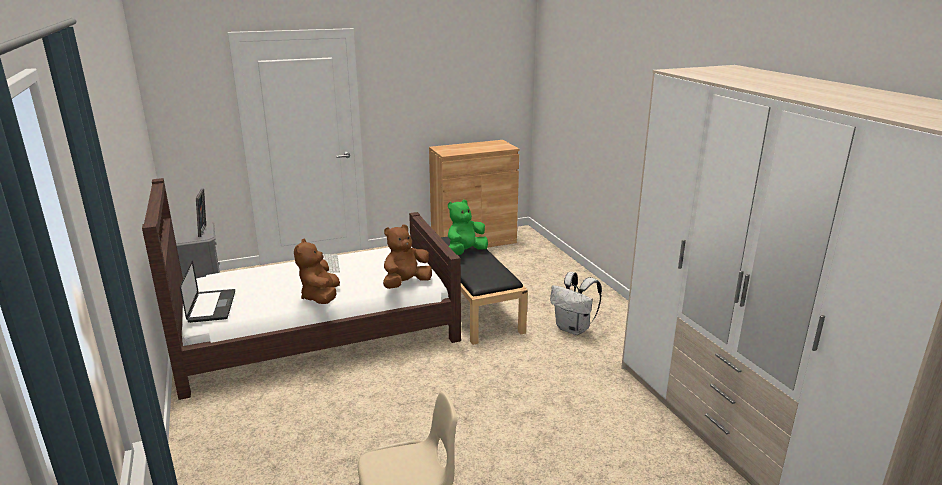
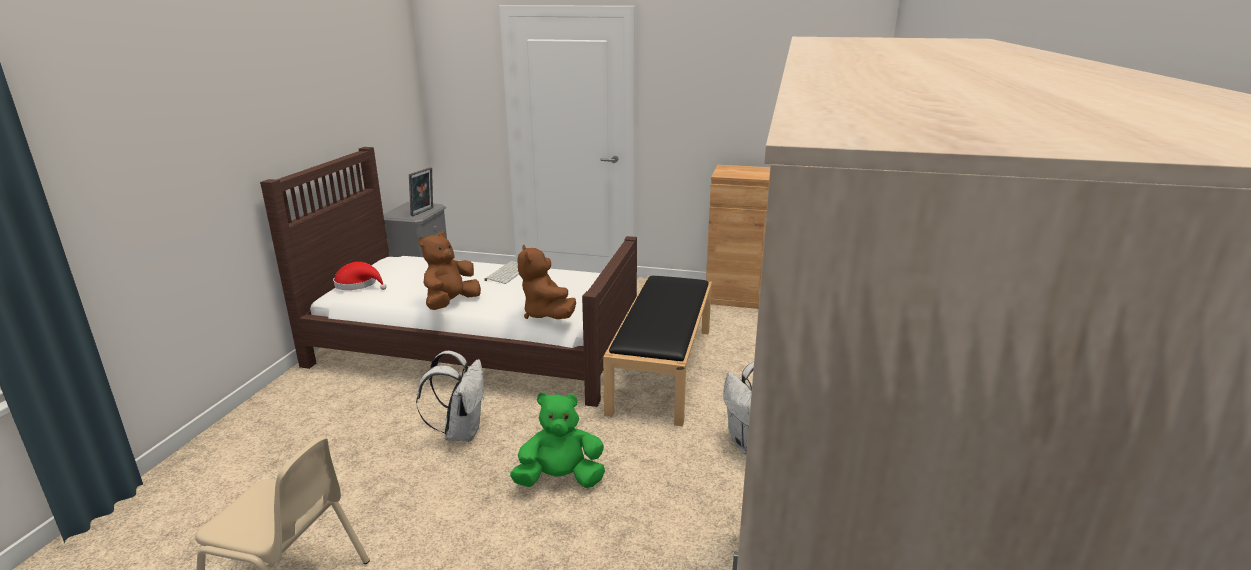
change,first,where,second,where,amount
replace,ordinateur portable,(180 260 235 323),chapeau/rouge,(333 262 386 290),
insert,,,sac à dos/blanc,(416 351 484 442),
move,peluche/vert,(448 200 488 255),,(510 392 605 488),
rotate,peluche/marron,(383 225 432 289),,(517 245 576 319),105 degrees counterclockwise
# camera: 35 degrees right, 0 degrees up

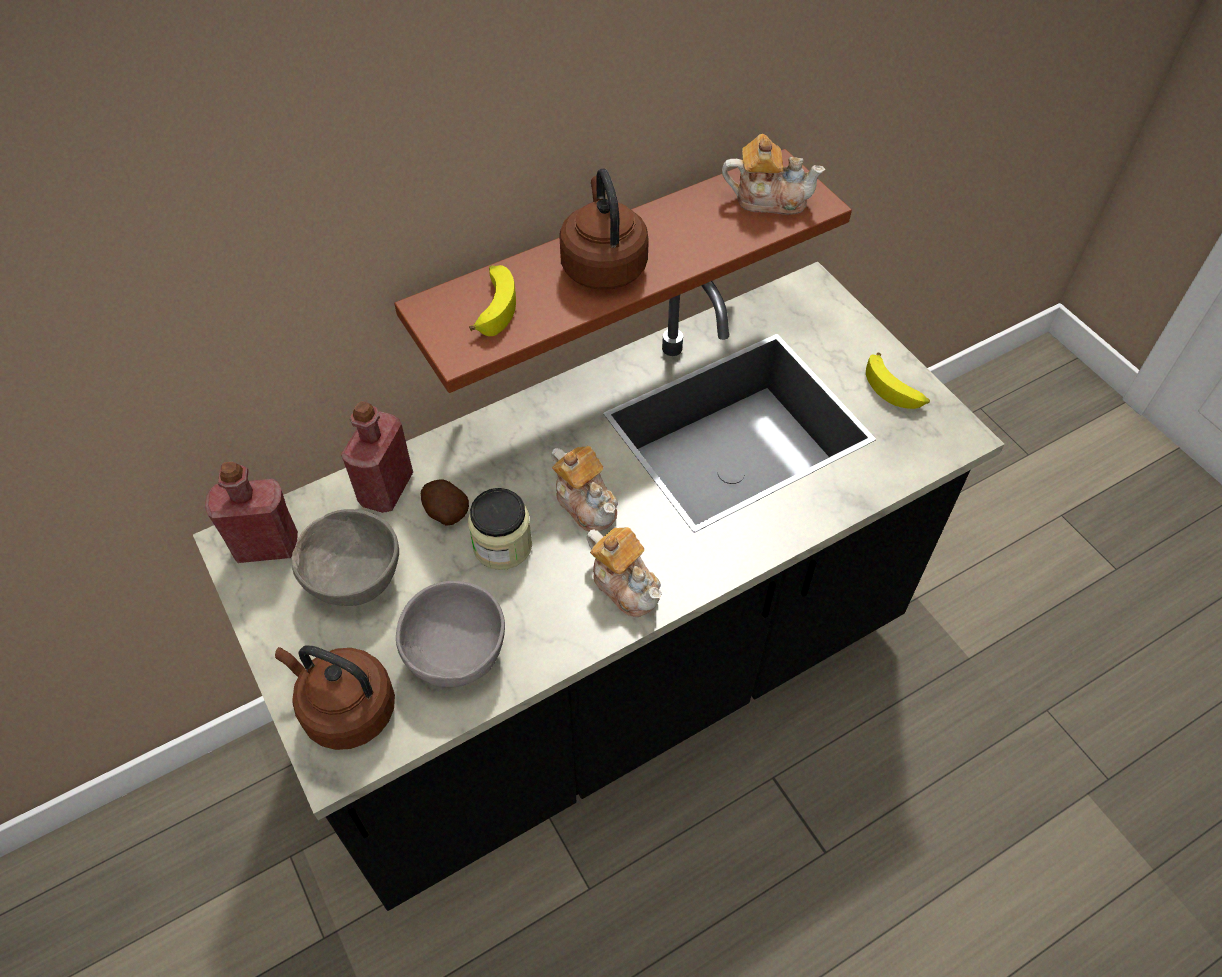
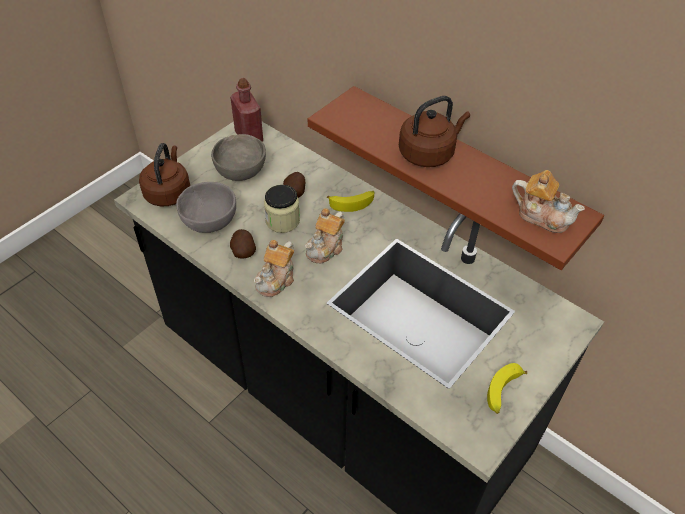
change,first,where,second,where,amount
insert,,,pomme de terre,(230 229 256 258),
move,banane,(469 265 516 336),,(327 191 375 212),
rotate,théière,(722 134 826 215),,(512 170 585 233),45 degrees counterclockwise
delete,bouteille/rouge,(341 401 413 513),,,
# camera: 70 degrees right, 5 degrees down

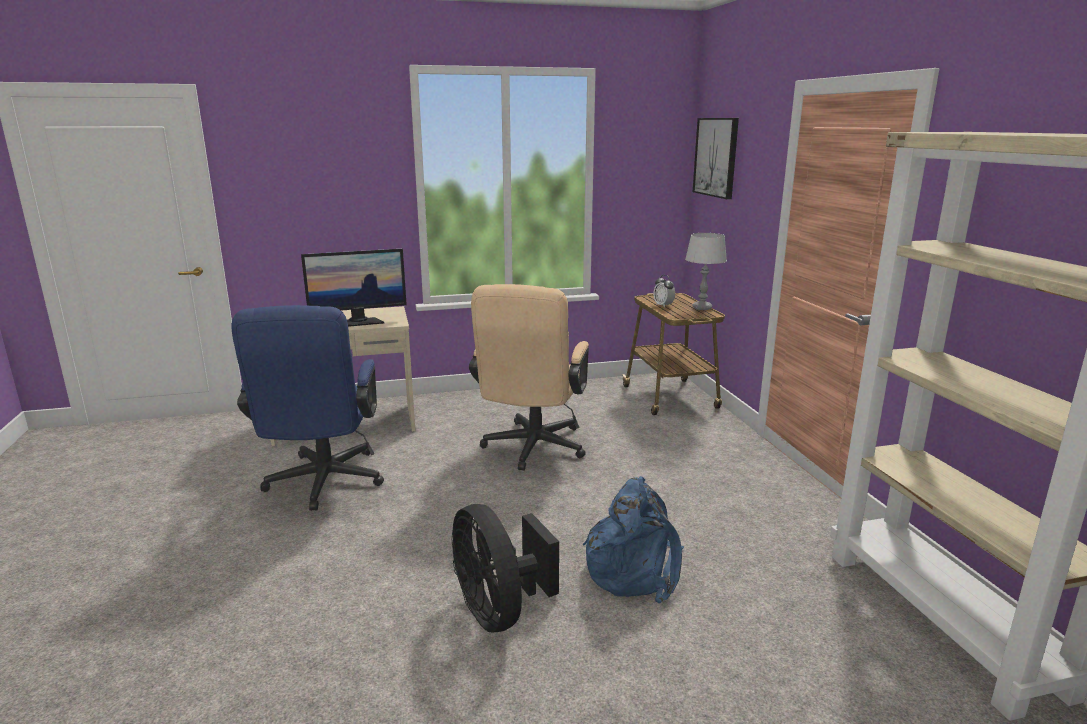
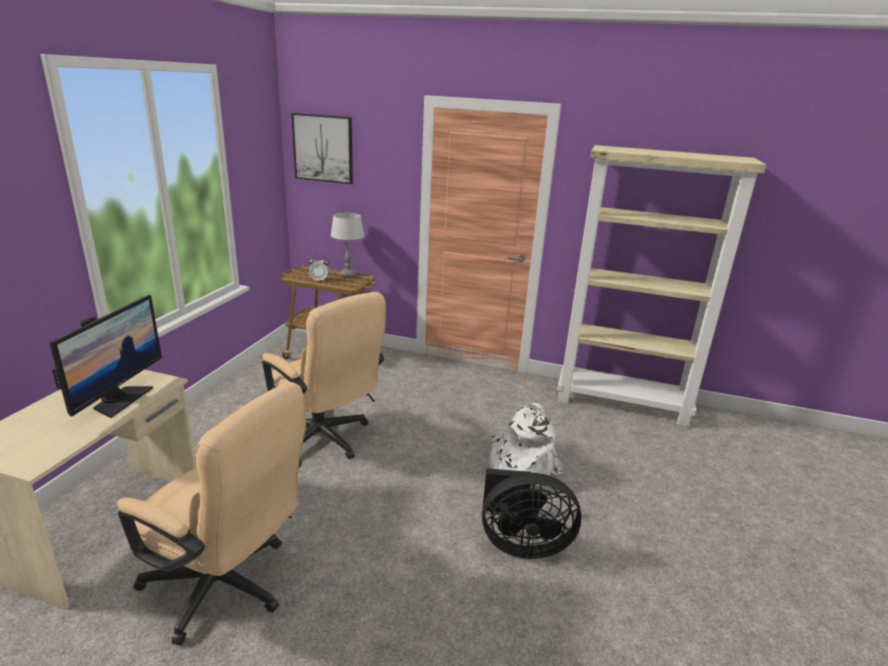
change,first,where,second,where,amount
recolor,chaise de bureau/bleu,(232 305 384 511),chaise de bureau/beige,(117 382 306 646),
recolor,sac à dos/bleu,(583 476 684 603),sac à dos/blanc,(489 403 562 488),
# camera: 60 degrees left, 5 degrees up

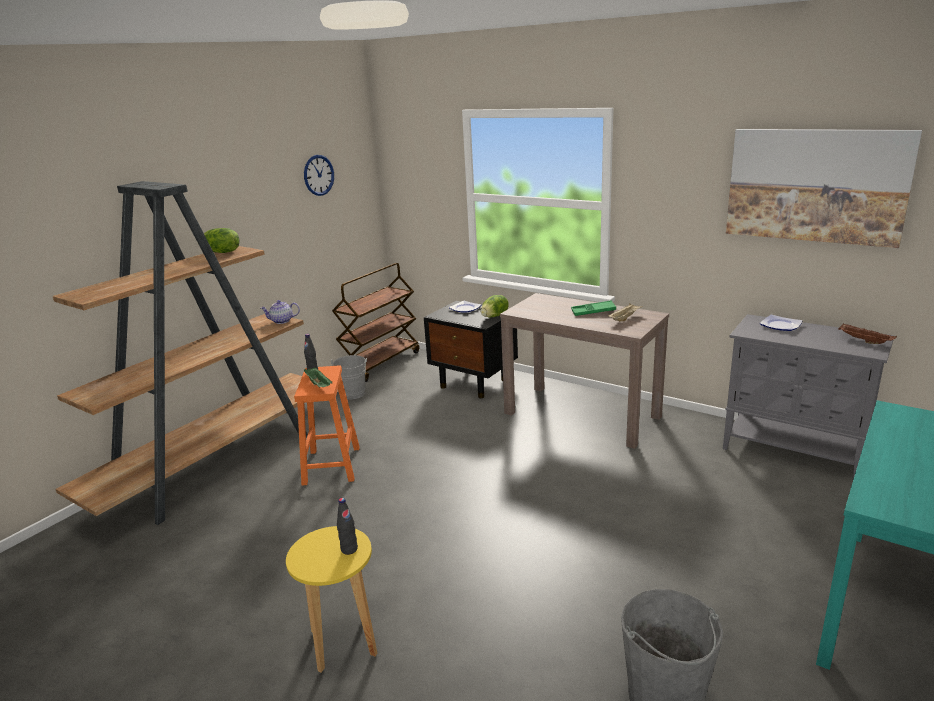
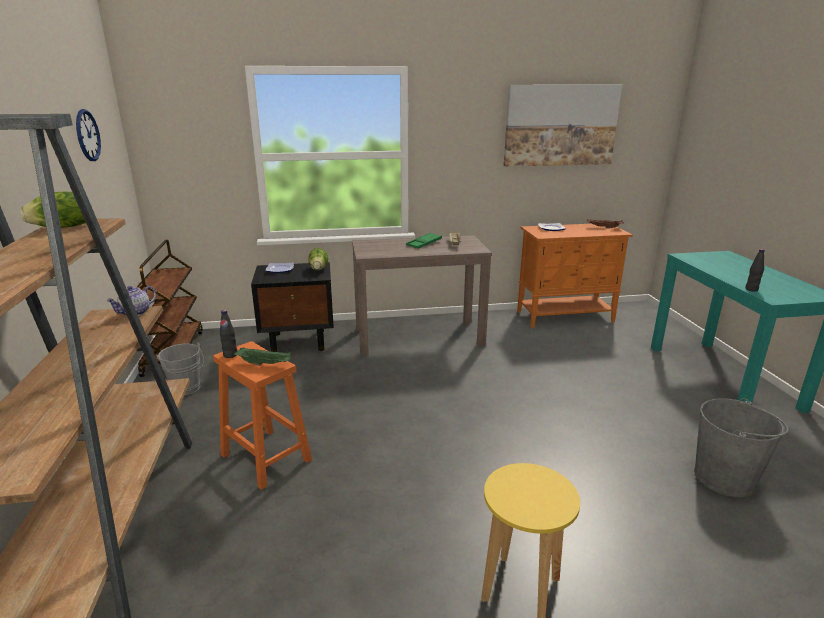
change,first,where,second,where,amount
recolor,meuble de rangement/gris,(723 314 894 479),meuble de rangement/orange,(517 224 633 328),
move,bouteille/noir,(337 498 358 555),,(746 249 765 292),
# camera: 45 degrees left, 0 degrees up

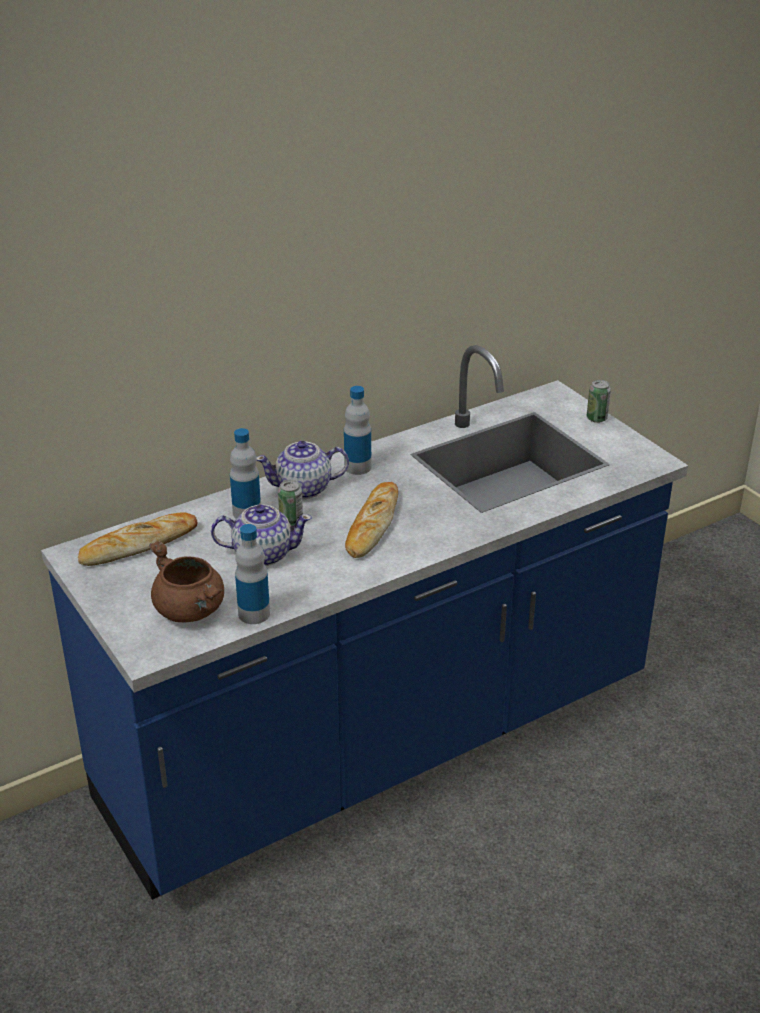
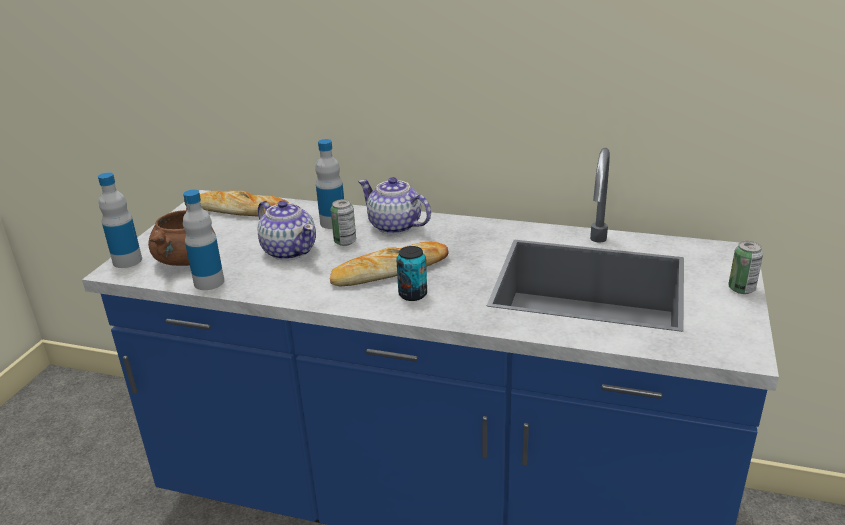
change,first,where,second,where,amount
move,bouteille,(344 386 371 475),,(98 172 142 268),
insert,,,boîte métallique,(396 246 427 301),
# camera: 50 degrees right, 5 degrees down

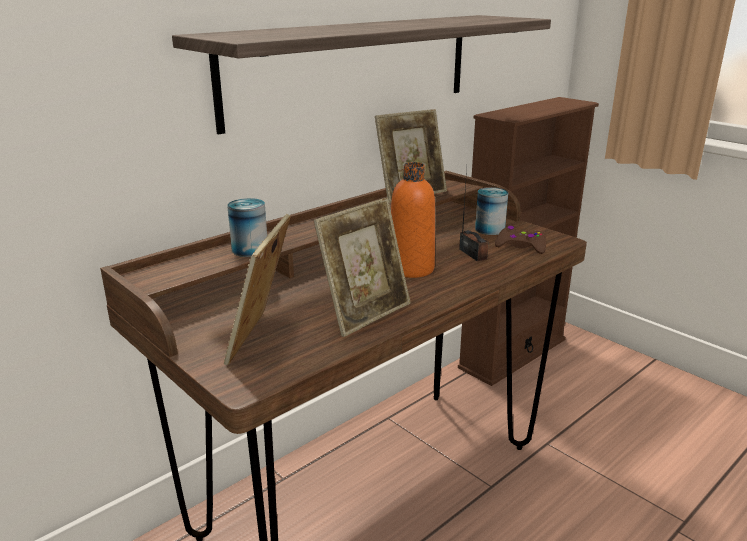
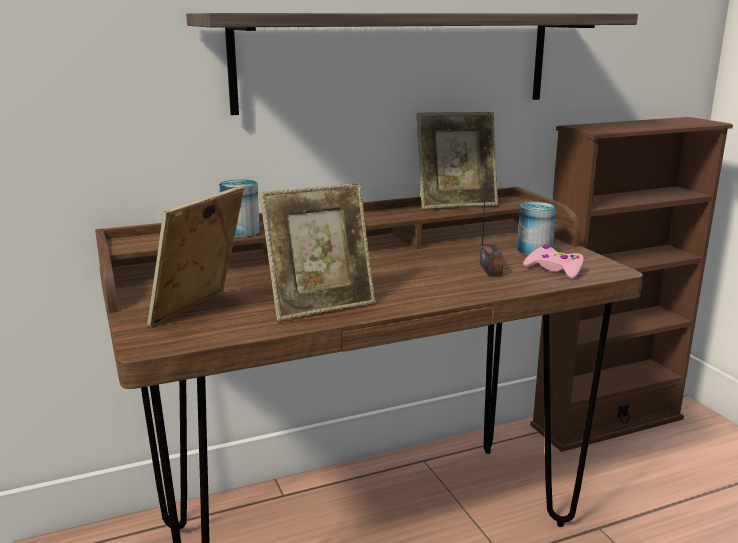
change,first,where,second,where,amount
recolor,manette/marron,(495 226 546 254),manette/rose,(523 245 585 279),
delete,bouteille/orange,(391 162 435 278),,,
# camera: 20 degrees right, 5 degrees down

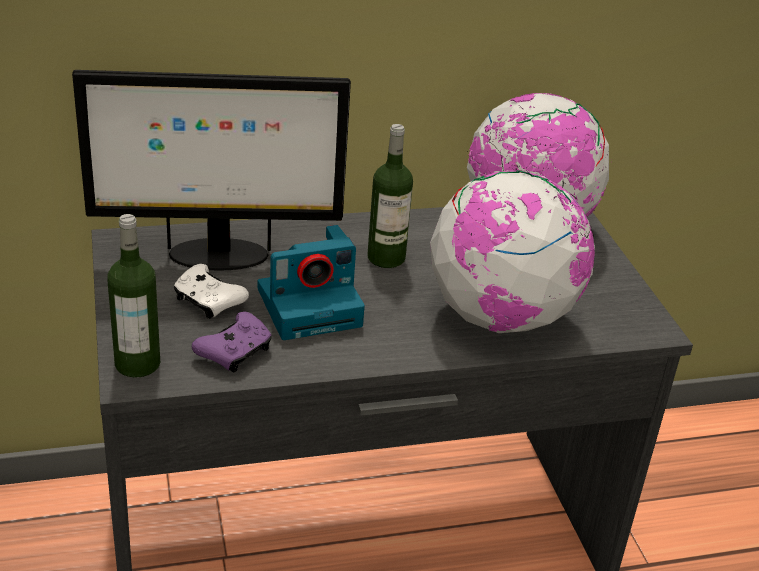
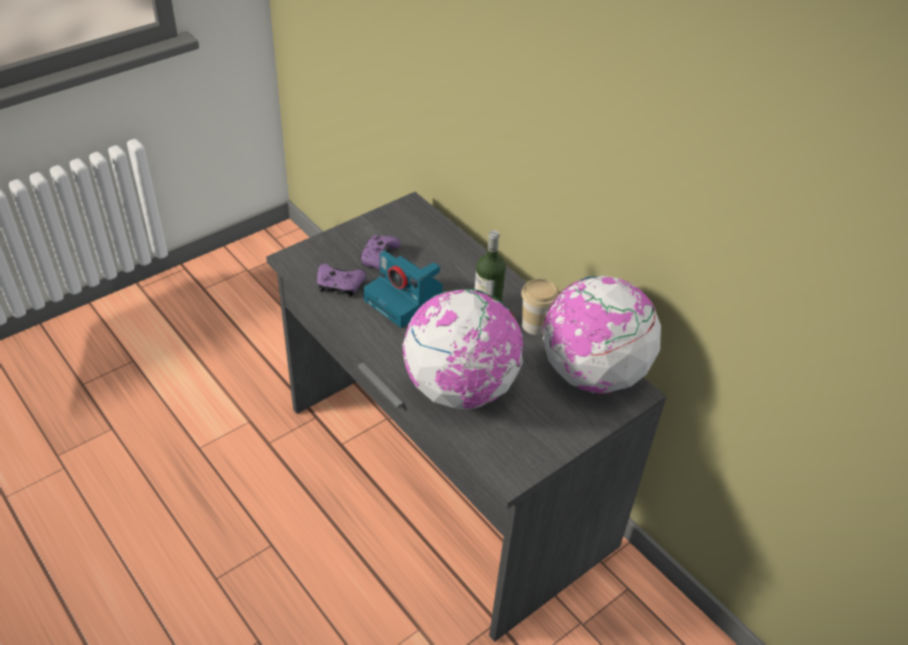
change,first,where,second,where,amount
recolor,manette/blanc,(174 264 249 319),manette/violet,(360 235 401 270),
insert,,,tasse,(521 279 559 335),
delete,écran d'ordinateur,(72 70 351 271),,,
delete,bouteille,(107 214 160 377),,,
# camera: 65 degrees right, 10 degrees up

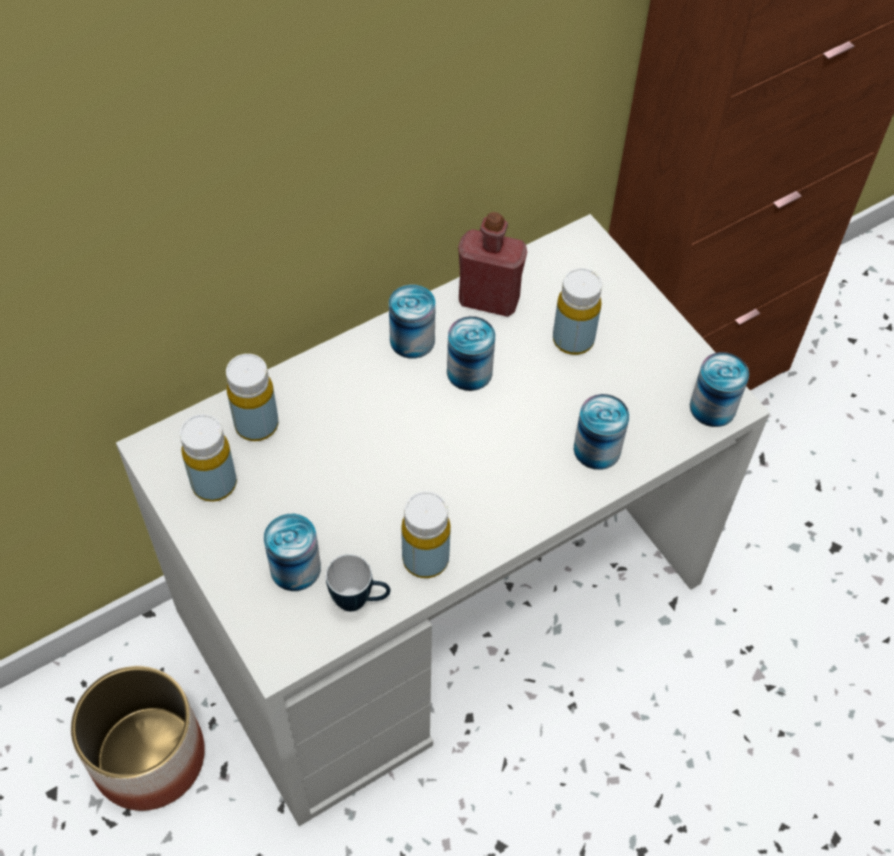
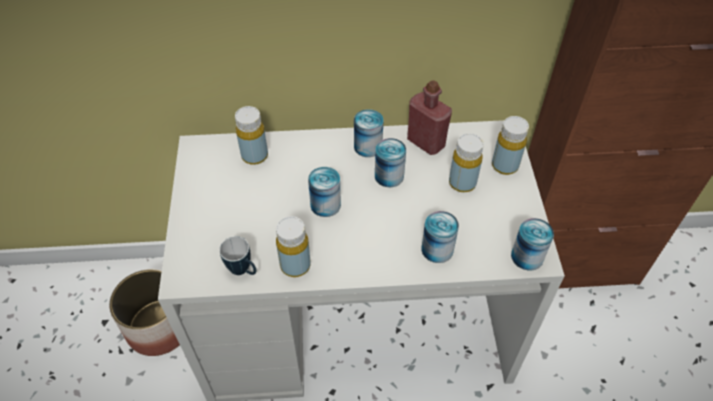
change,first,where,second,where,amount
move,boîte métallique,(264 514 321 591),,(308 167 341 217),
move,bouteille/jaune,(180 414 237 502),,(492 116 529 175),
# camera: 30 degrees right, 5 degrees down

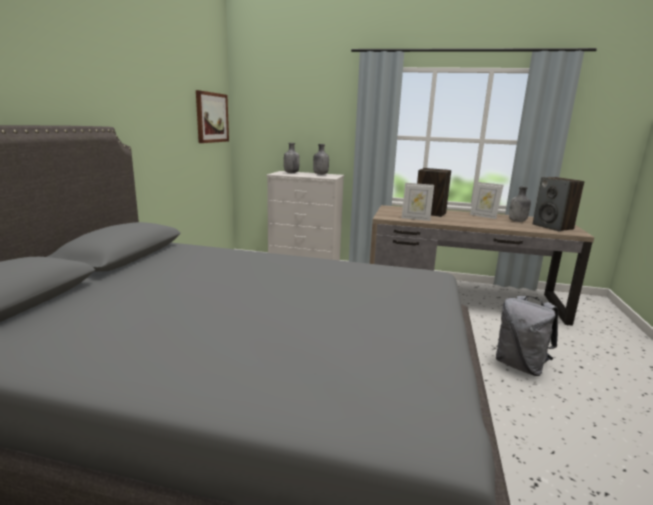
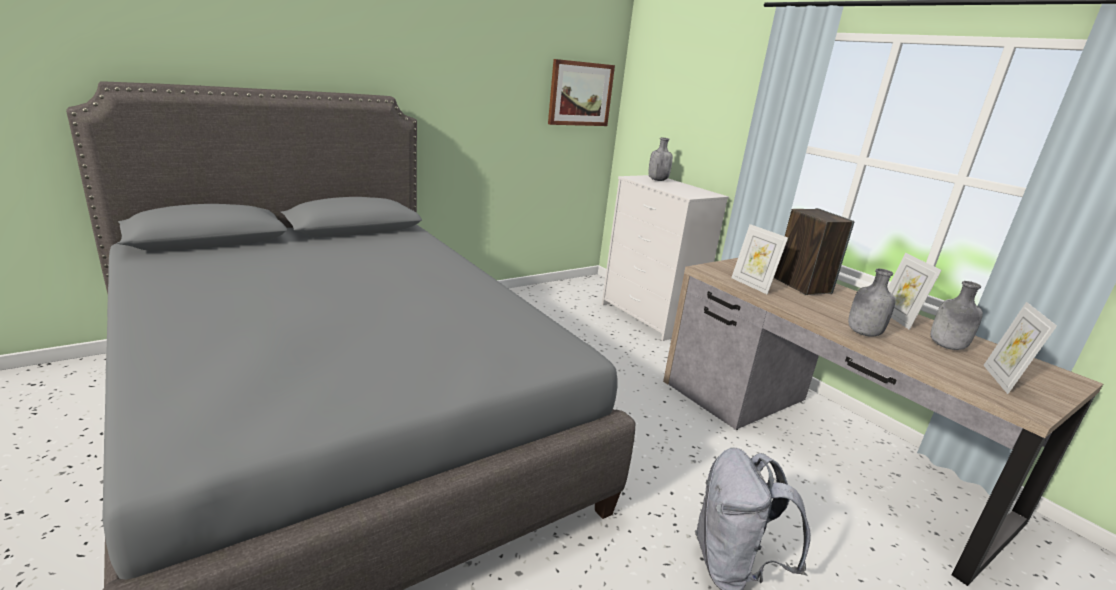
change,first,where,second,where,amount
move,bouteille/gris,(313 144 329 175),,(848 268 896 337),
replace,enceinte,(533 177 584 231),cadre photo,(983 302 1057 394),
# camera: 40 degrees right, 5 degrees up

